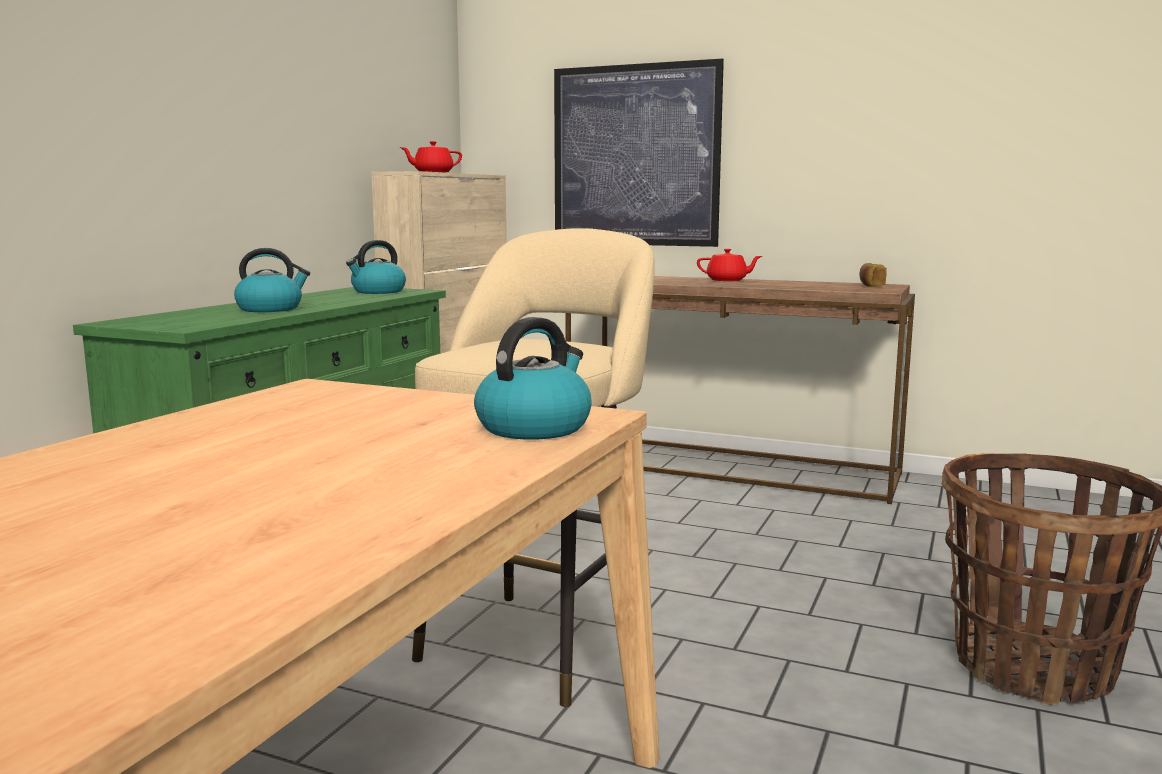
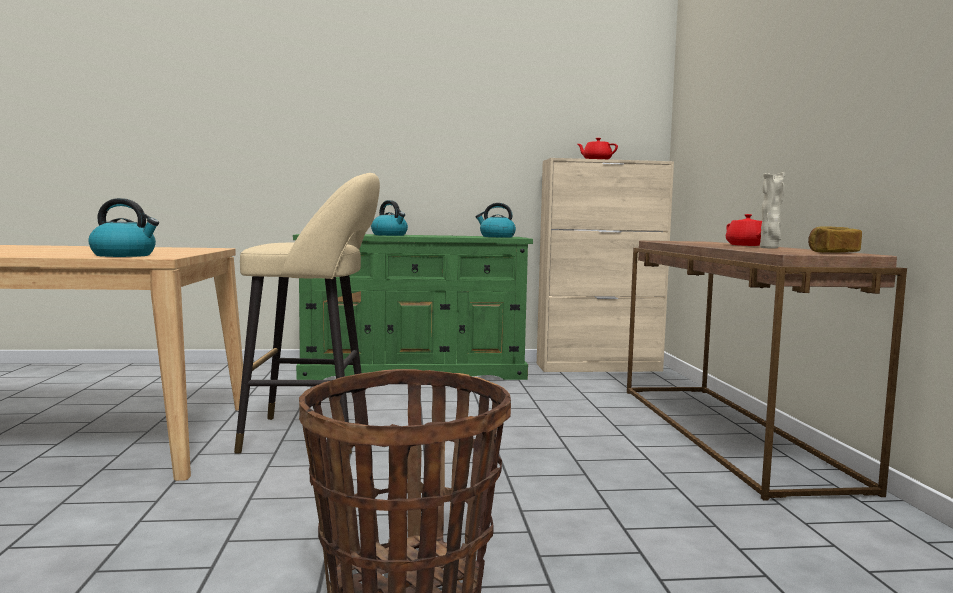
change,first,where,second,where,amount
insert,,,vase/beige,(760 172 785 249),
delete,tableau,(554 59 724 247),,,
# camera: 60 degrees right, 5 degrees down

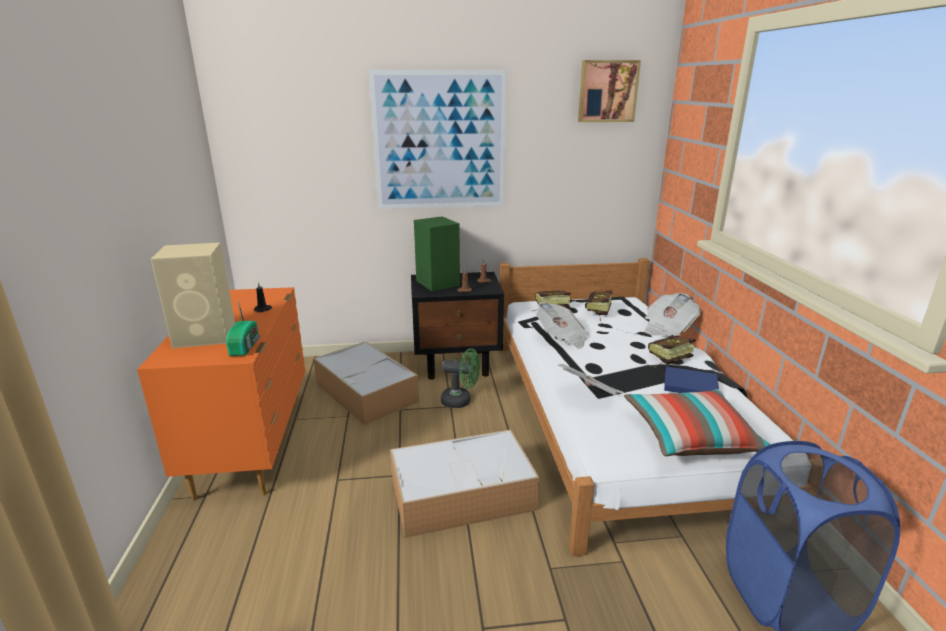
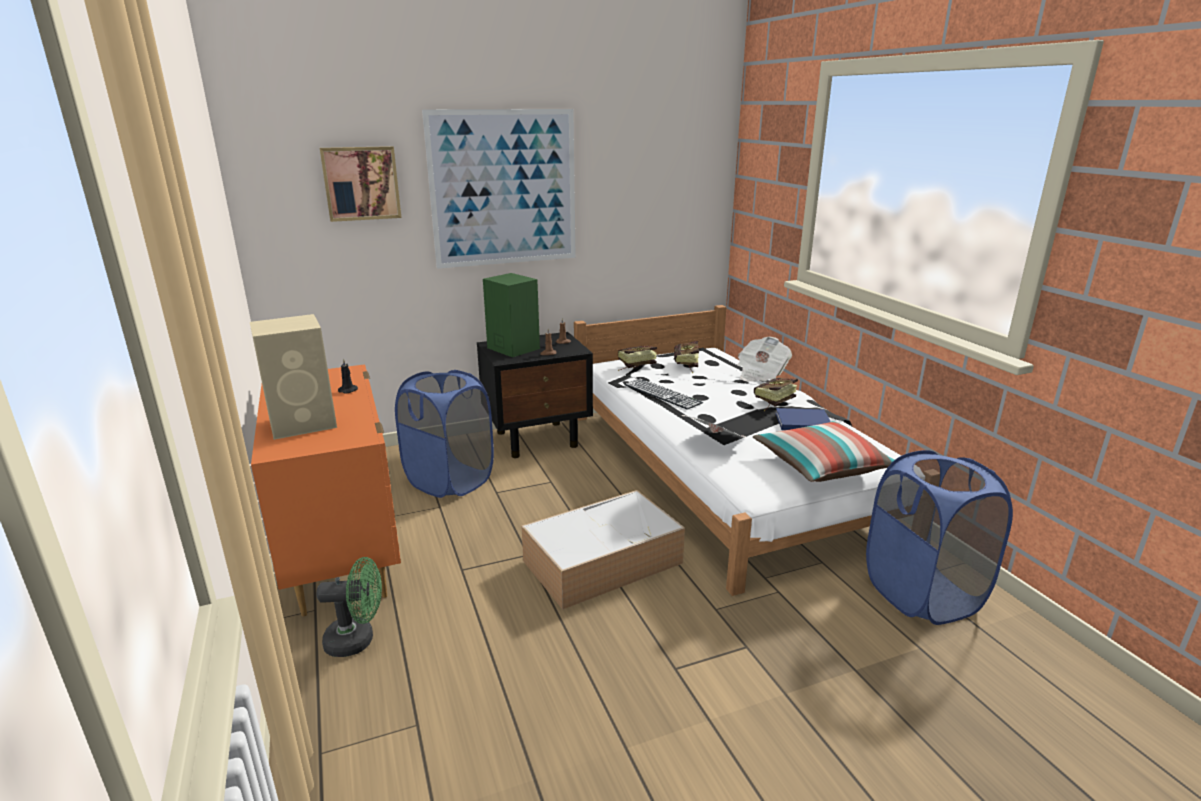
change,first,where,second,where,amount
move,ventilateur/vert,(441 348 480 408),,(316 557 382 657),
move,tableau,(578 60 641 122),,(320 146 401 222),
replace,boîte de rangement,(313 341 419 425),panier à linge/bleu,(395 370 494 498),
replace,journal,(536 302 589 349),clavier,(624 379 703 410),
delete,radio,(226 298 260 356),,,
# camera: 15 degrees left, 0 degrees up

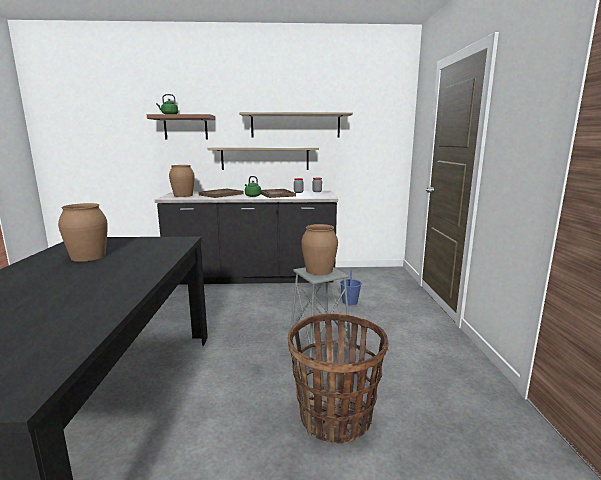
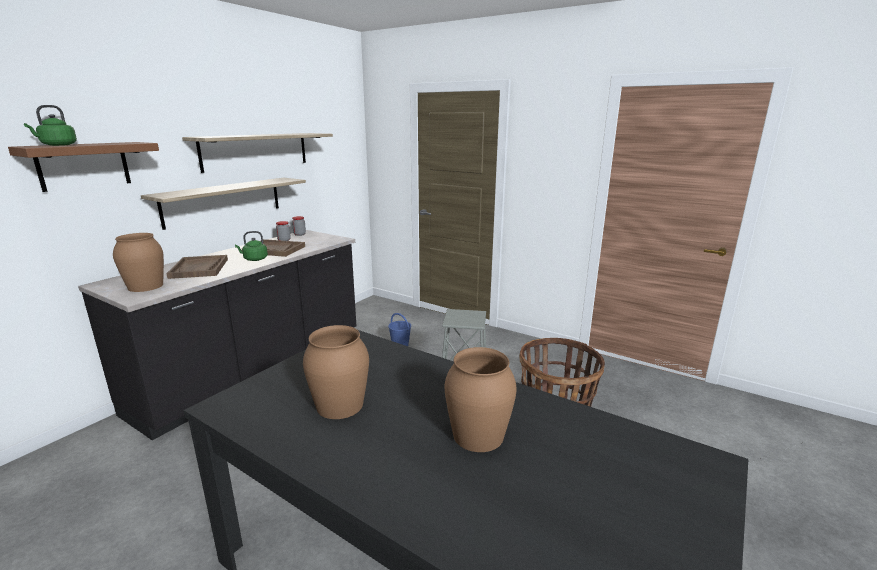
change,first,where,second,where,amount
move,vase/marron,(301 224 338 275),,(445 347 517 452),
# camera: 55 degrees left, 5 degrees up

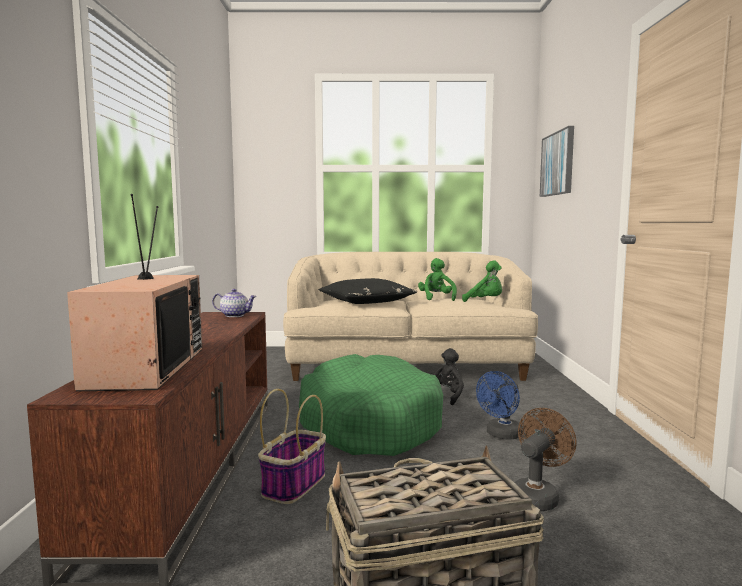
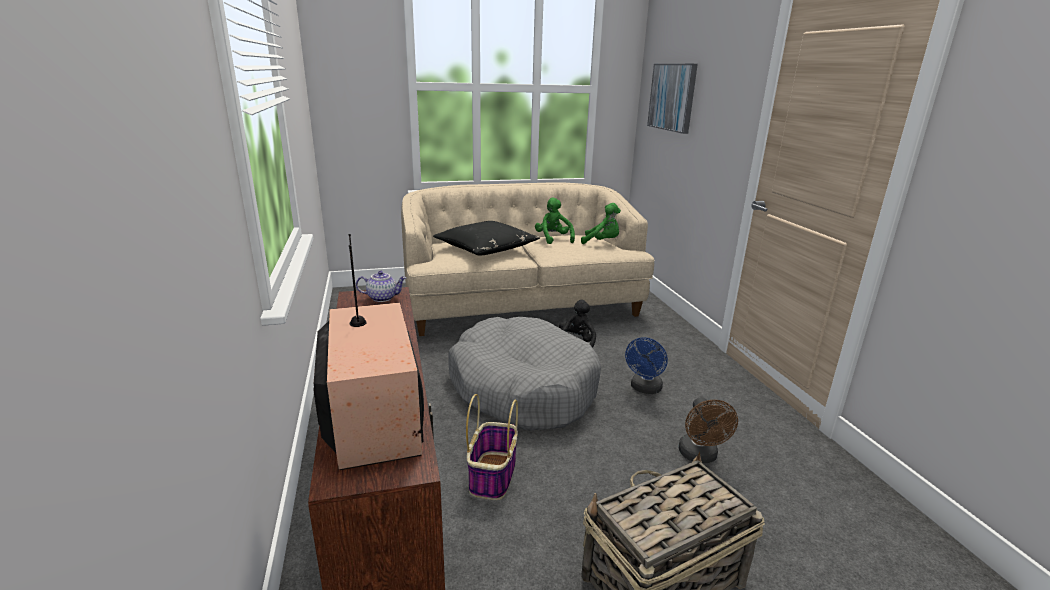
change,first,where,second,where,amount
recolor,panier pour chien/vert,(299 354 443 456),panier pour chien/gris,(448 317 601 431),
rotate,ventilateur/marron,(514 408 577 511),,(679 397 738 463),150 degrees clockwise
# camera: 15 degrees left, 15 degrees up

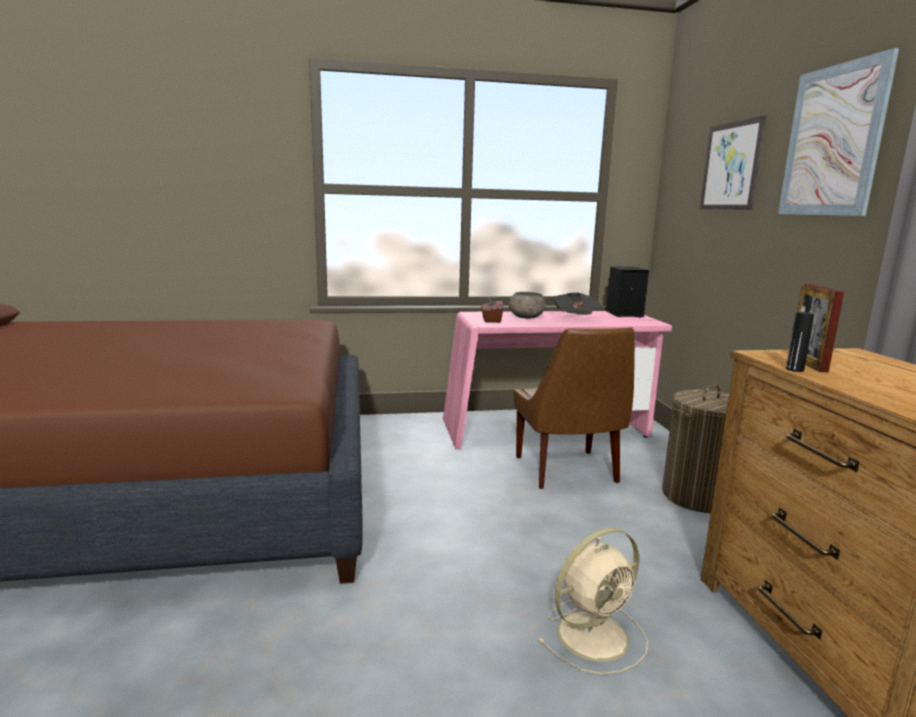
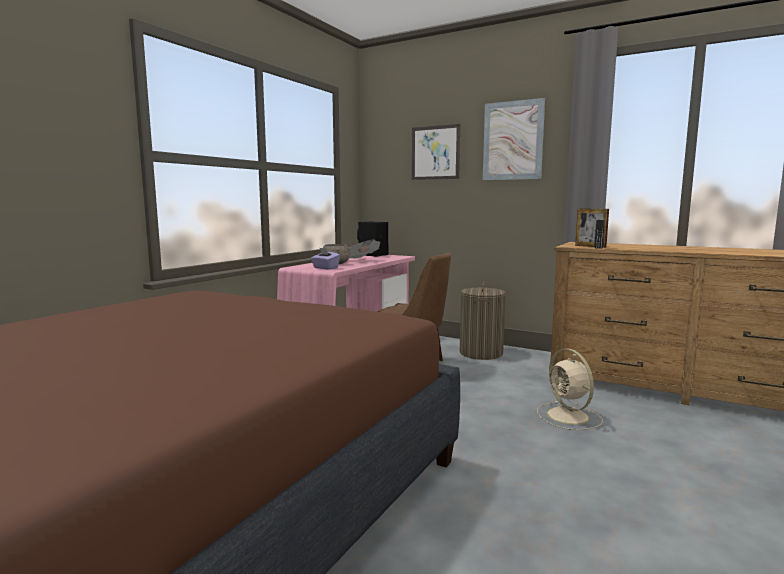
change,first,where,second,where,amount
recolor,boîte à mouchoirs/marron,(481 296 503 323),boîte à mouchoirs/violet,(311 248 340 269),
rotate,ventilateur/beige,(537 528 648 675),,(537 349 603 430),150 degrees clockwise
# camera: 50 degrees left, 5 degrees down

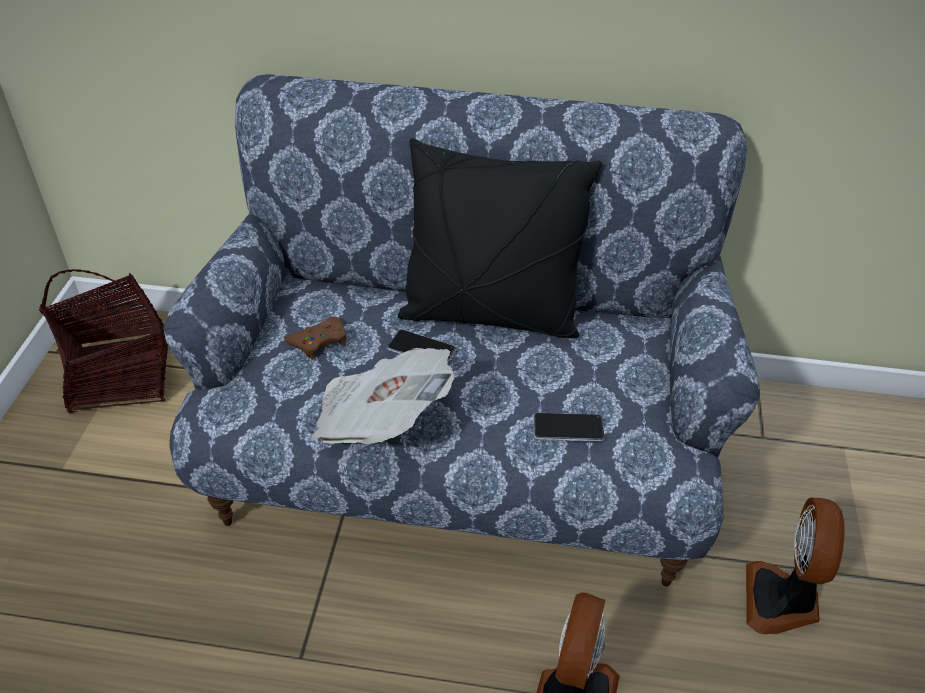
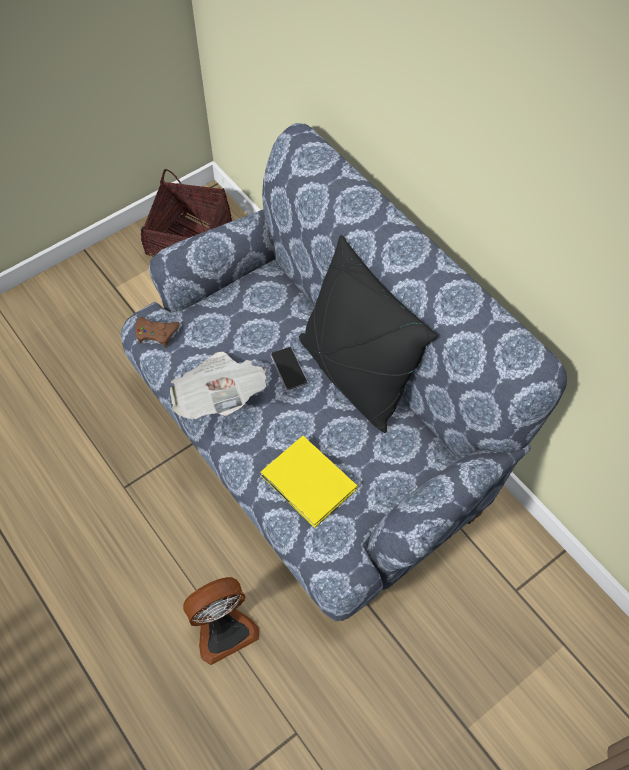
change,first,where,second,where,amount
move,manette/marron,(284 317 346 360),,(135 317 180 347),
replace,téléphone,(533 413 605 442),livre/jaune,(261 436 357 528),
delete,ventilateur,(746 497 844 634),,,
# camera: 45 degrees right, 15 degrees up

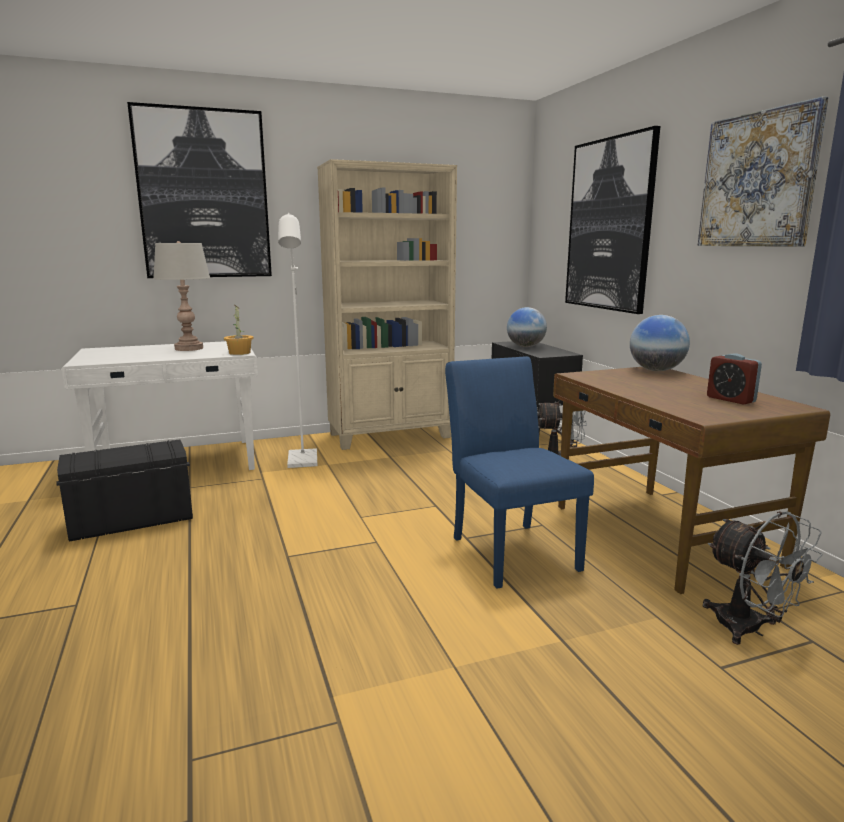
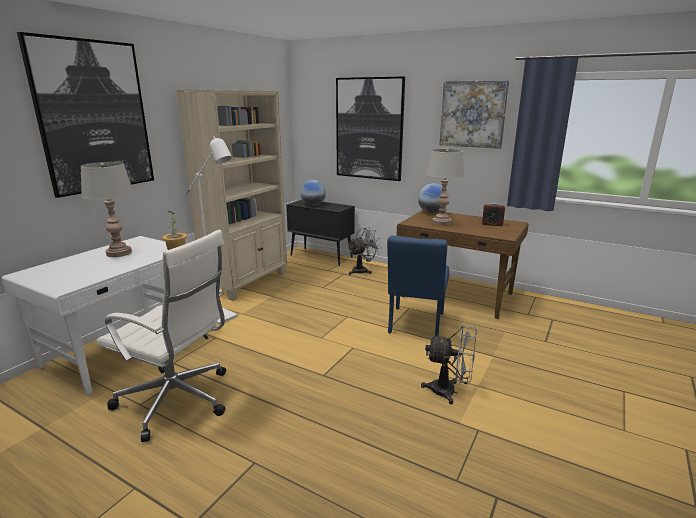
change,first,where,second,where,amount
replace,boîte de rangement/noir,(56 439 193 542),chaise de bureau/blanc,(97 230 226 442),
rotate,chaise/bleu,(445 357 594 589),,(387 236 449 336),105 degrees counterclockwise
move,ventilateur/gris,(703 511 823 645),,(421 324 477 404),
insert,,,lampe de table/gris,(426 149 465 225),
# camera: 40 degrees left, 5 degrees up

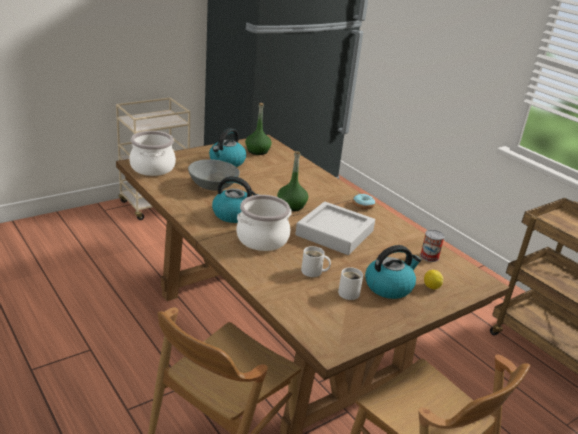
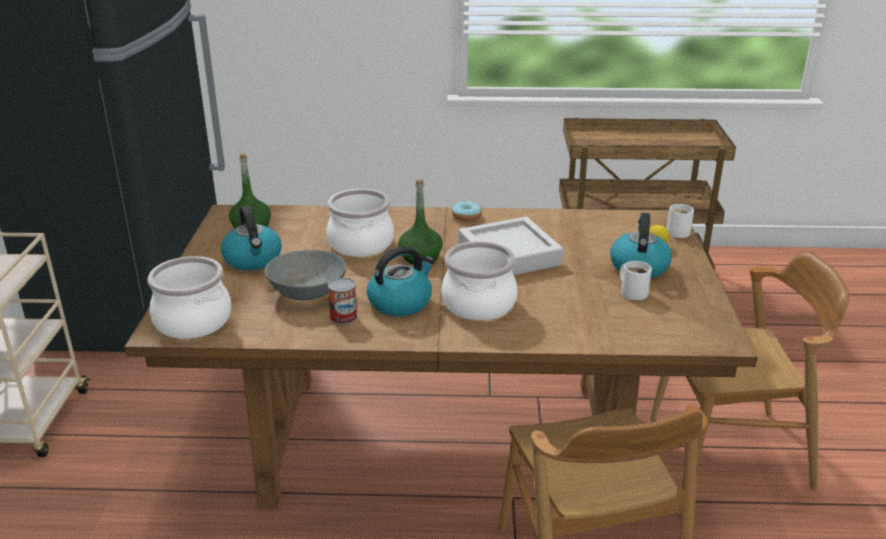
change,first,where,second,where,amount
insert,,,marmite,(326 189 394 257),
move,boîte métallique,(420 230 445 262),,(328 277 357 324),
move,mug/blanc,(301 246 331 277),,(667 204 694 238),
# camera: 50 degrees left, 0 degrees up

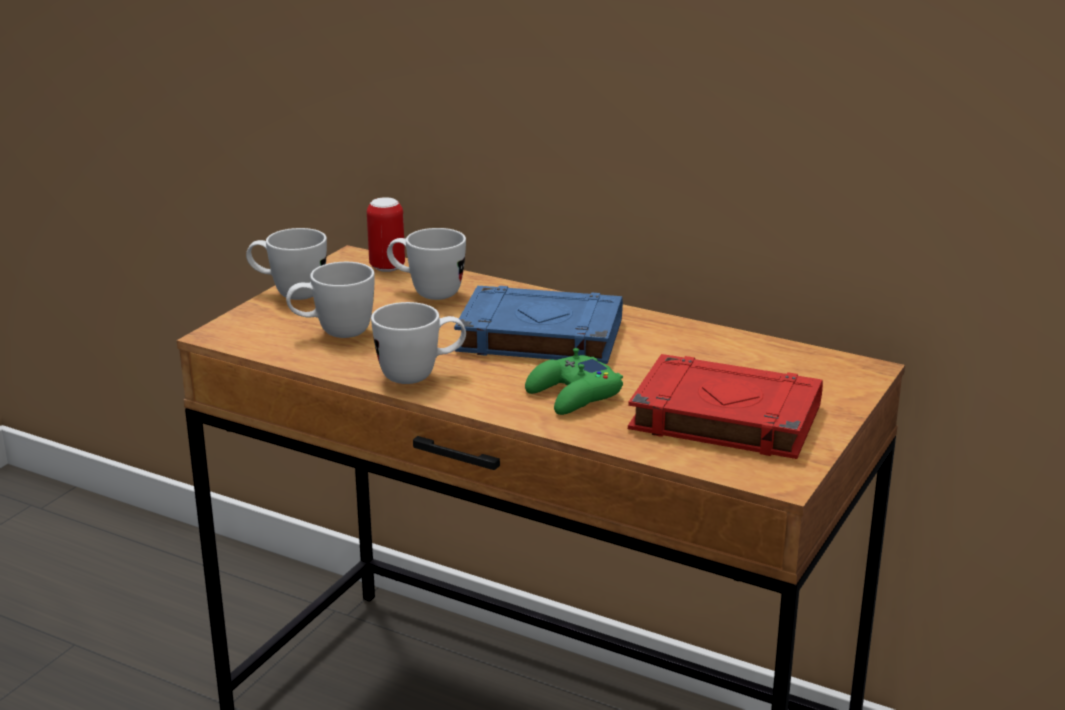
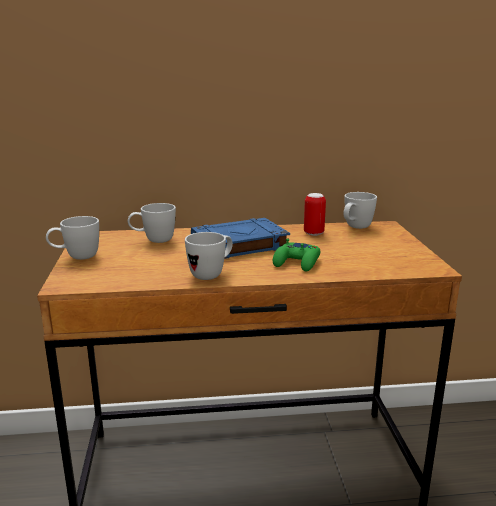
change,first,where,second,where,amount
move,boîte métallique,(367 197 405 272),,(304 193 326 236),
move,mug/blanc,(286 262 375 338),,(343 192 377 229),
delete,livre/rouge,(628 354 823 459),,,
# camera: 35 degrees left, 5 degrees down

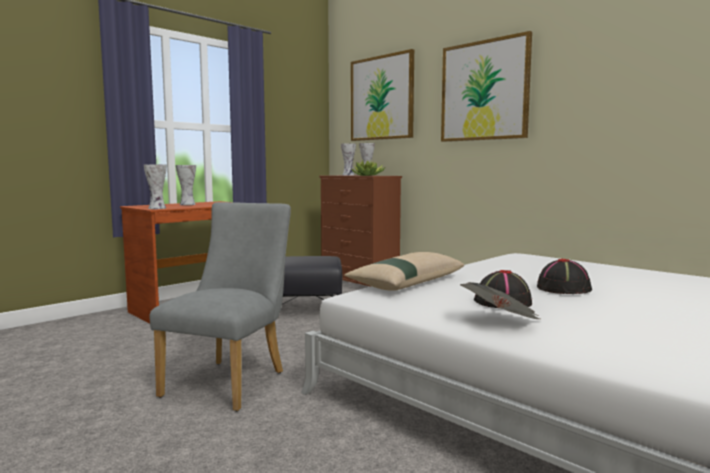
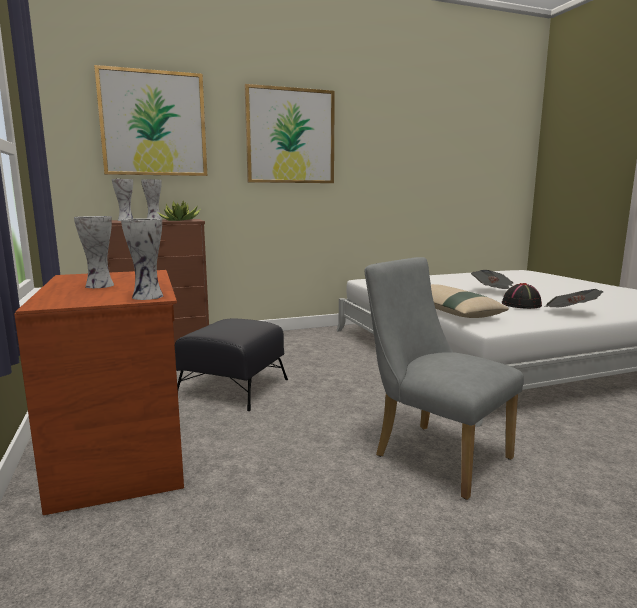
change,first,where,second,where,amount
replace,chapeau/noir,(537 258 592 294),journal,(471 270 513 289),
# camera: 65 degrees left, 5 degrees up

